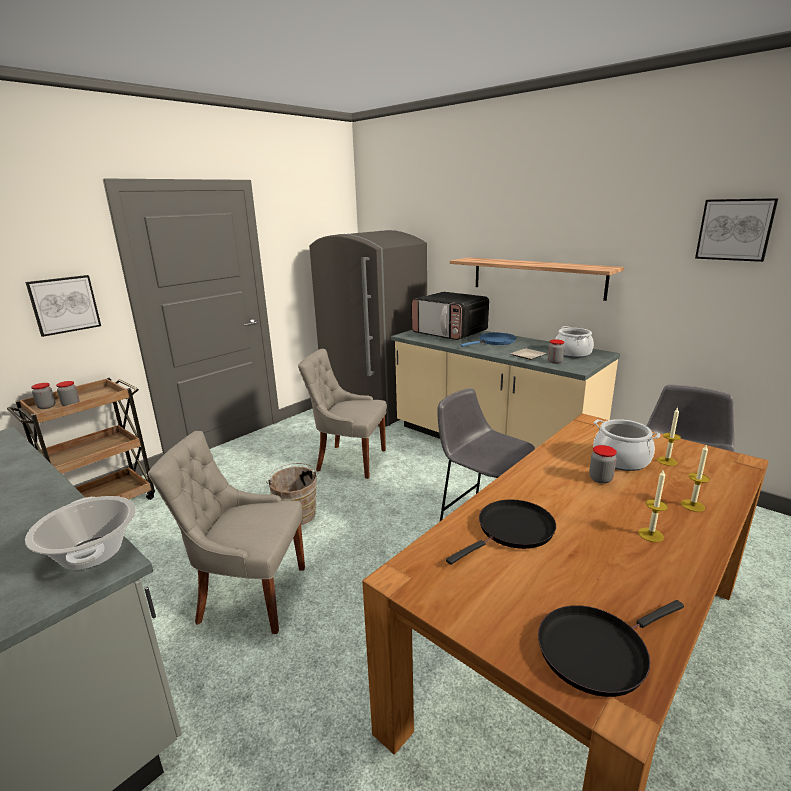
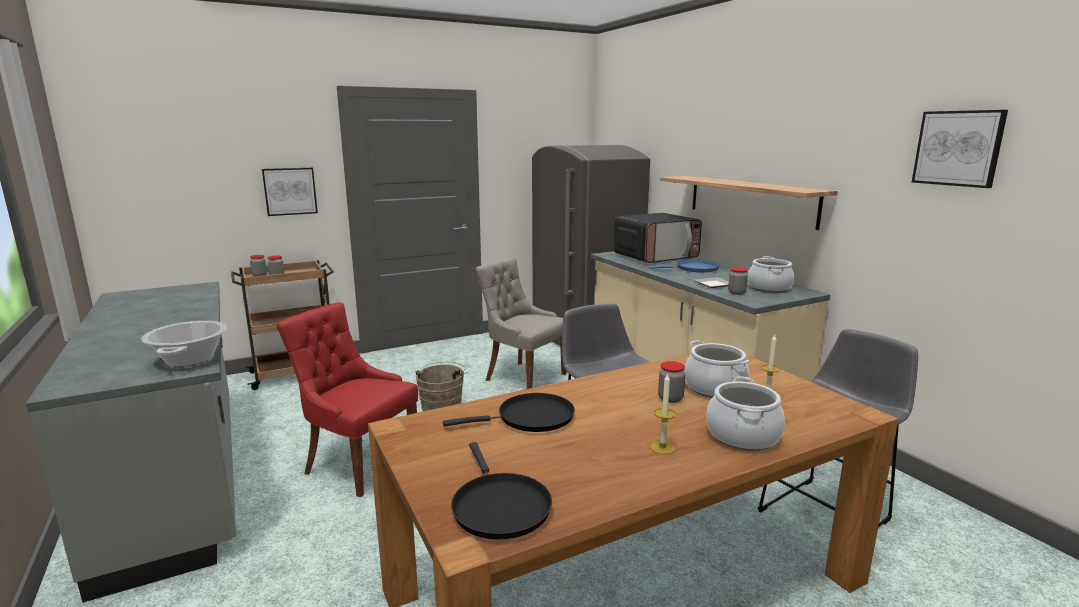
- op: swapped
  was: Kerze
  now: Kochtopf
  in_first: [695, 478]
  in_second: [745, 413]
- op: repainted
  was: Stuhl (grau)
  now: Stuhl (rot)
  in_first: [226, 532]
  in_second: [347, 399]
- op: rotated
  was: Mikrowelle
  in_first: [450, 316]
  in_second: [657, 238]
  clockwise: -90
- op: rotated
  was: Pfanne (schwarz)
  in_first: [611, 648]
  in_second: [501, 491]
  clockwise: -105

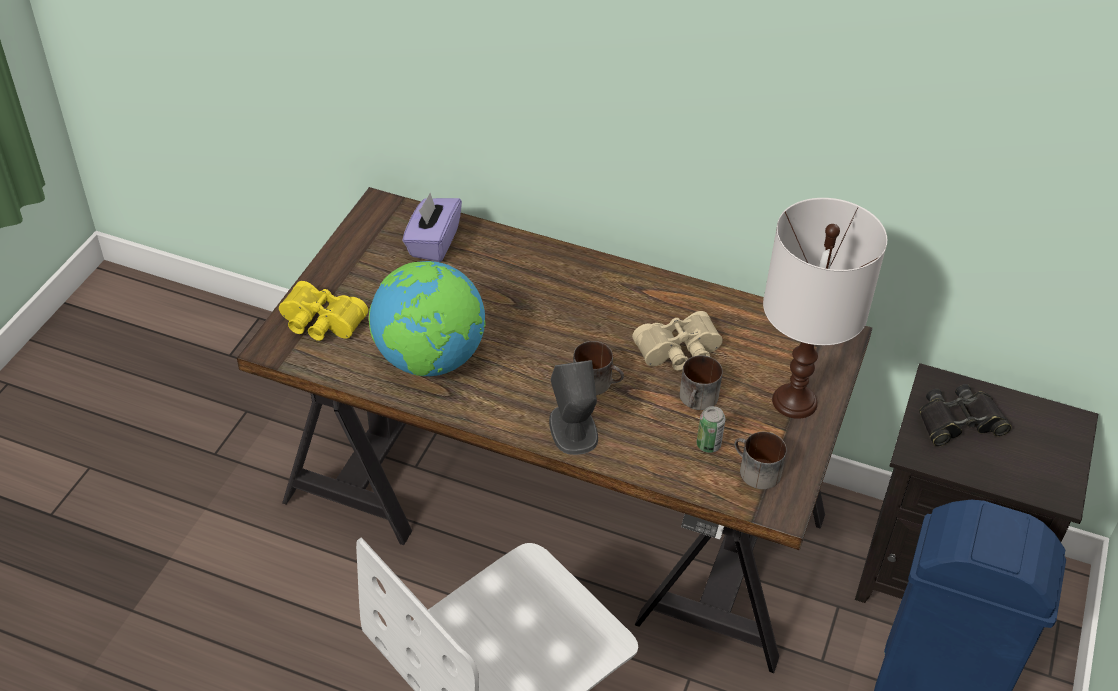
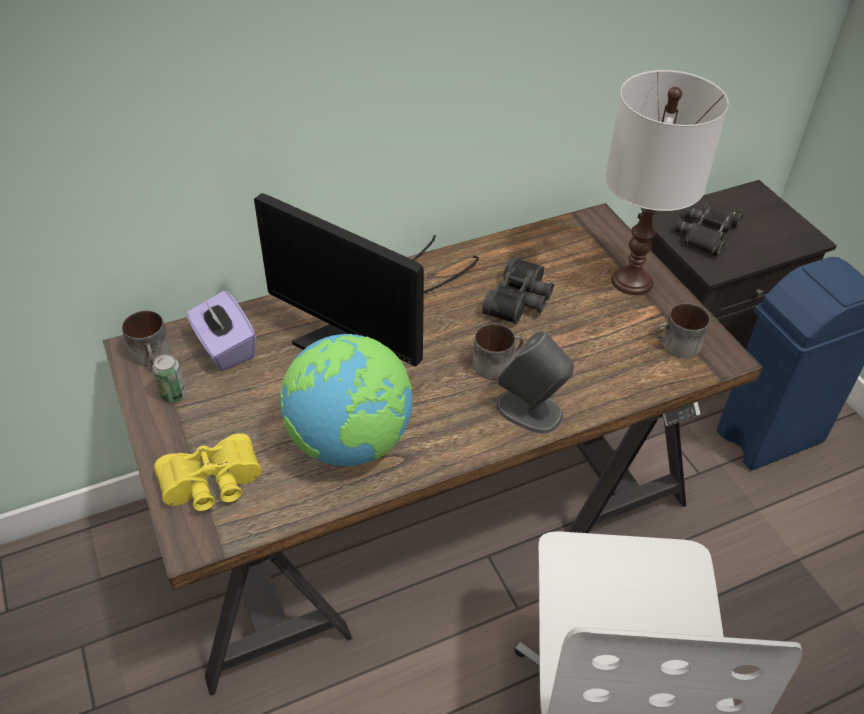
- op: new
  now: Monitor
  in_second: [366, 280]
- op: shifted
  was: Henkelbecher
  in_first: [701, 382]
  in_second: [146, 338]
- op: shifted
  was: Dose
  in_first: [710, 429]
  in_second: [169, 378]
- op: repainted
  was: Fernglas (beige)
  now: Fernglas (schwarz)
  in_first: [677, 341]
  in_second: [518, 290]

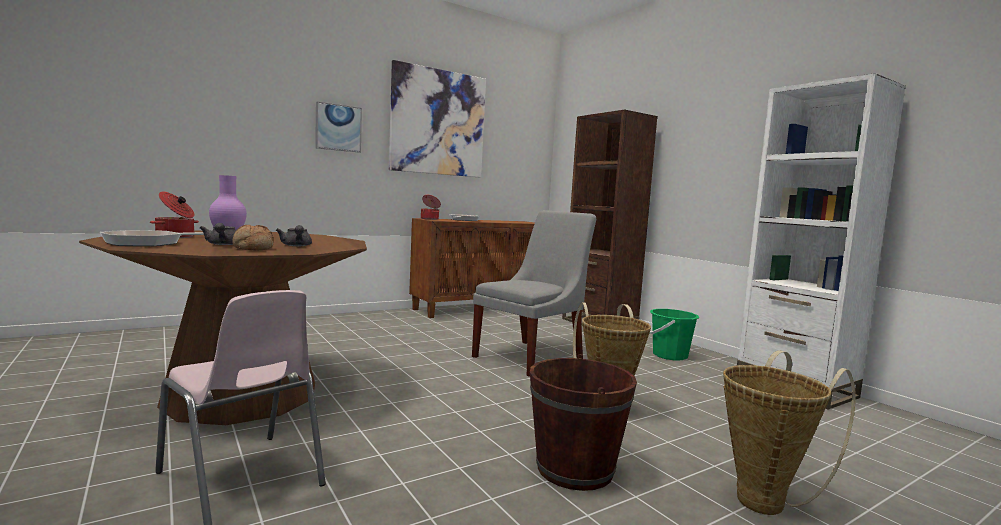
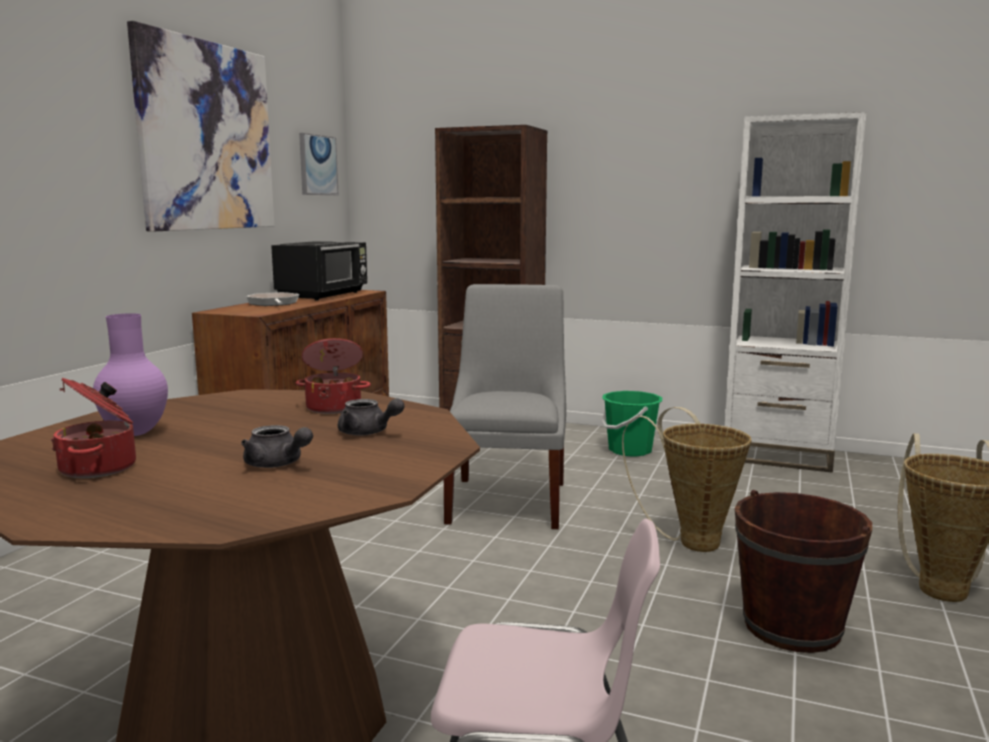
- op: gone
  was: Pfanne
  in_first: [152, 238]
- op: gone
  was: Brot
  in_first: [253, 237]
- op: new
  now: Mikrowelle (schwarz)
  in_second: [319, 271]
- op: shifted
  was: Bild
  in_first: [338, 127]
  in_second: [318, 164]
- op: shifted
  was: Kochtopf
  in_first: [431, 207]
  in_second: [333, 376]

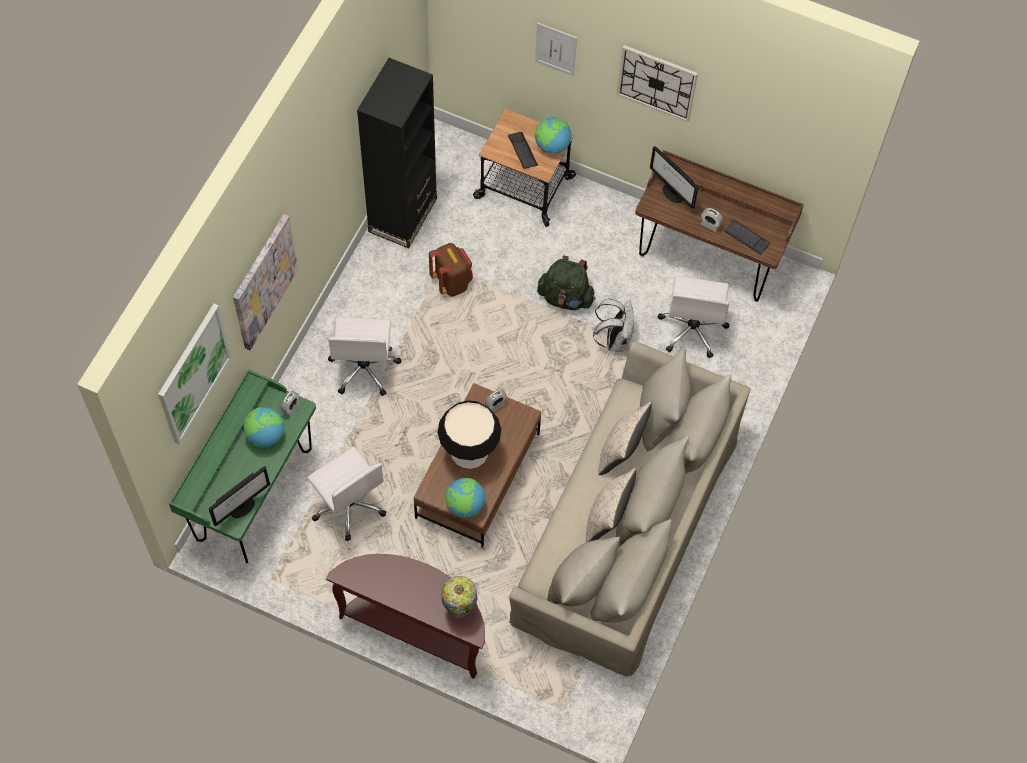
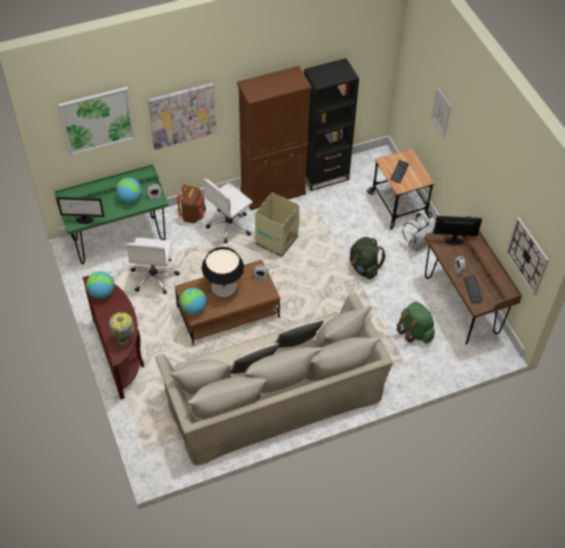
- op: new
  now: Schrank (braun)
  in_second: [274, 138]
- op: new
  now: Karton
  in_second: [277, 224]
- op: shifted
  was: Rucksack (braun)
  in_first: [451, 270]
  in_second: [191, 203]
- op: shifted
  was: Globus
  in_first: [553, 135]
  in_second: [100, 285]
- op: shifted
  was: Rucksack (weiß)
  in_first: [613, 325]
  in_second: [419, 231]
- op: shifted
  was: Wanduhr
  in_first: [657, 83]
  in_second: [527, 256]
- op: swapped
  was: Bürostuhl (weiß)
  now: Rucksack (grün)
  in_first: [693, 317]
  in_second: [416, 322]
- op: rotated
  was: Monitor
  in_first: [674, 177]
  in_second: [457, 230]
  clockwise: 90

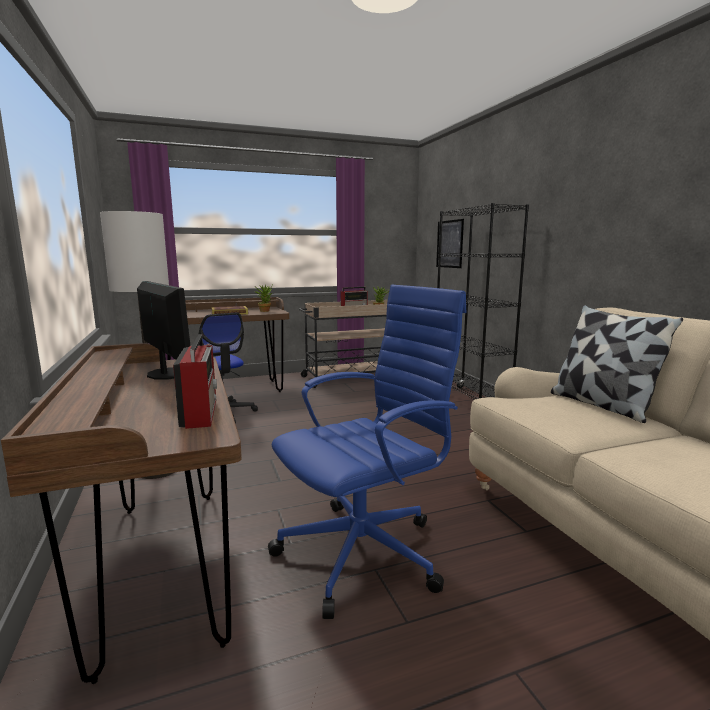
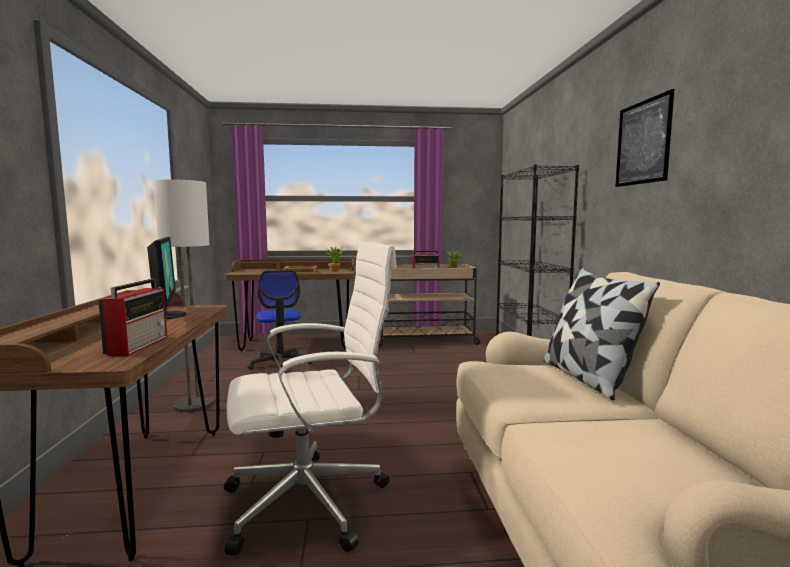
- op: shifted
  was: Bild
  in_first: [450, 243]
  in_second: [644, 138]
- op: repainted
  was: Bürostuhl (blau)
  now: Bürostuhl (weiß)
  in_first: [367, 452]
  in_second: [310, 399]

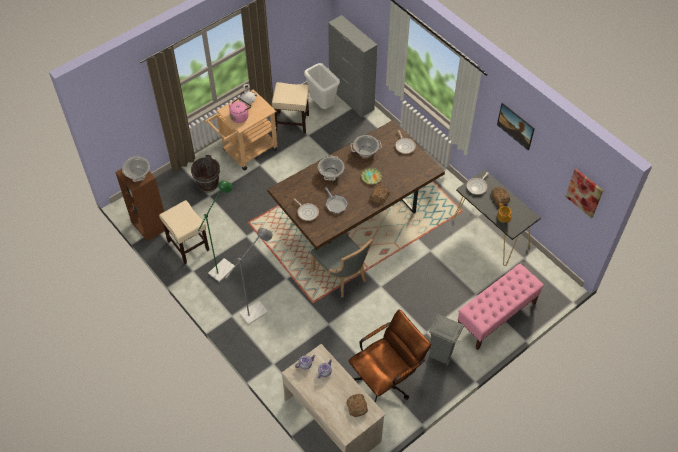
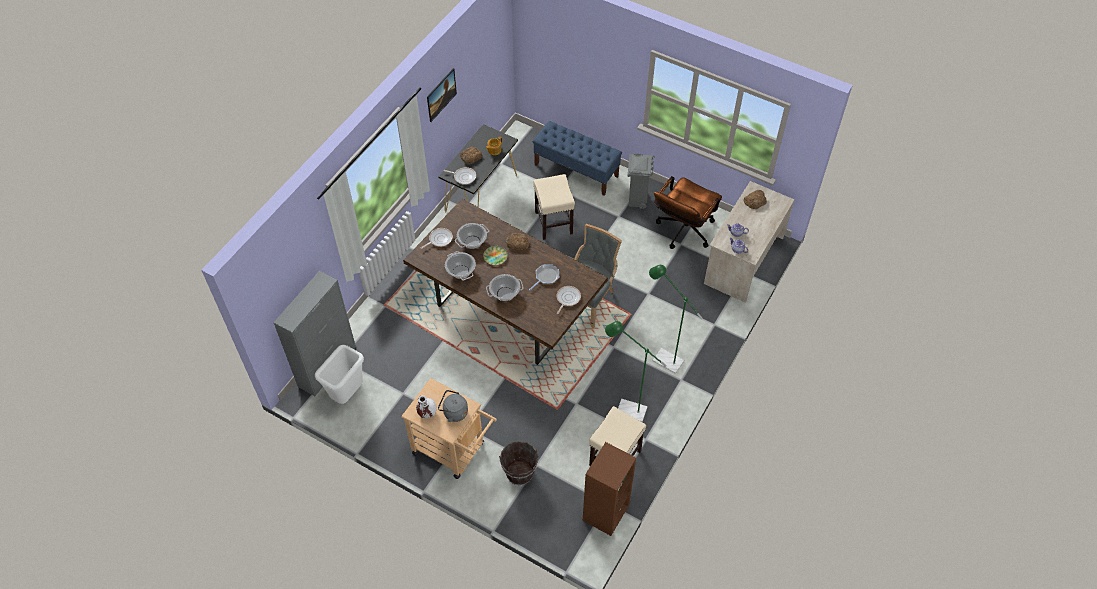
- op: gone
  was: Bild
  in_first: [584, 193]
- op: shifted
  was: Kochtopf
  in_first: [136, 169]
  in_second: [472, 236]
- op: shifted
  was: Hocker (beige)
  in_first: [290, 108]
  in_second: [554, 207]
- op: repainted
  was: Stehlampe (grau)
  now: Stehlampe (grün)
  in_first: [248, 276]
  in_second: [675, 319]
- op: repainted
  was: Wasserkessel (rosa)
  now: Wasserkessel (grau)
  in_first: [239, 110]
  in_second: [453, 406]
- op: repainted
  was: Bank (rosa)
  now: Bank (blau)
  in_first: [501, 307]
  in_second: [577, 158]
- op: rotated
  was: Bürostuhl (braun)
  in_first: [390, 356]
  in_second: [688, 212]
  clockwise: -90

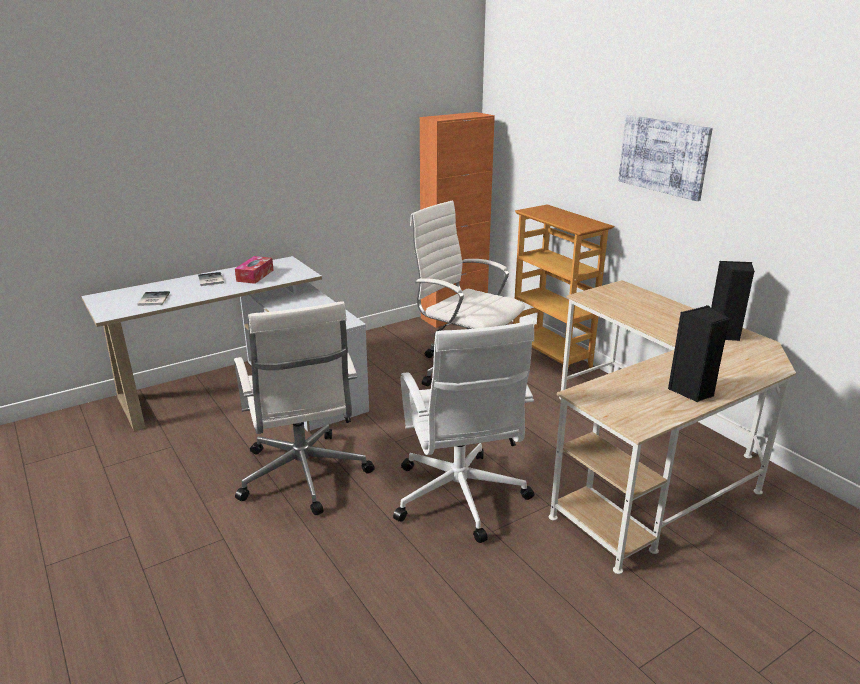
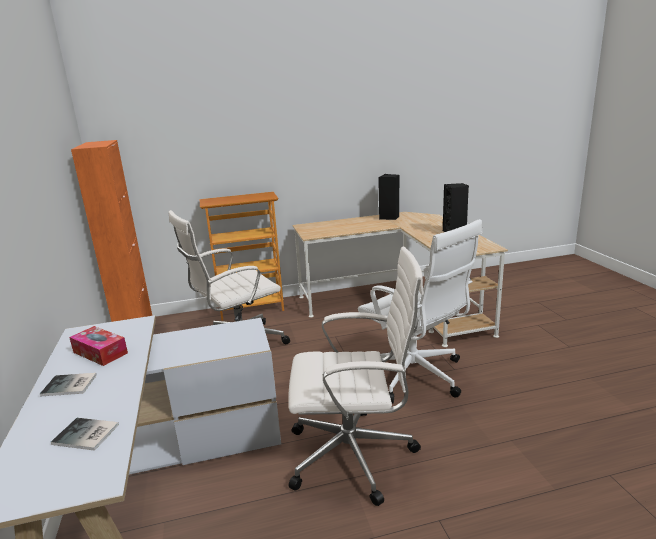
- op: gone
  was: Bild
  in_first: [665, 158]
- op: rotated
  was: Bürostuhl (weiß)
  in_first: [463, 432]
  in_second: [420, 311]
  clockwise: 45

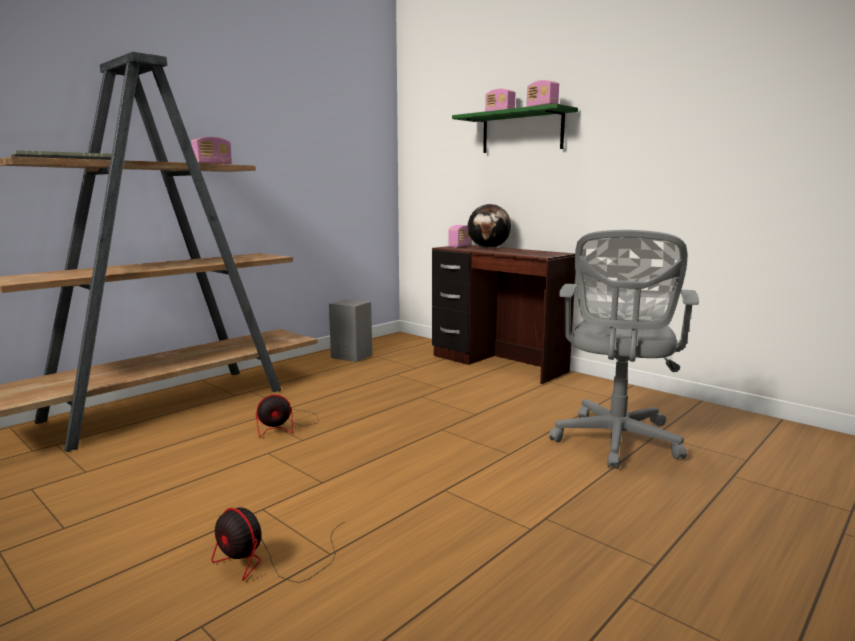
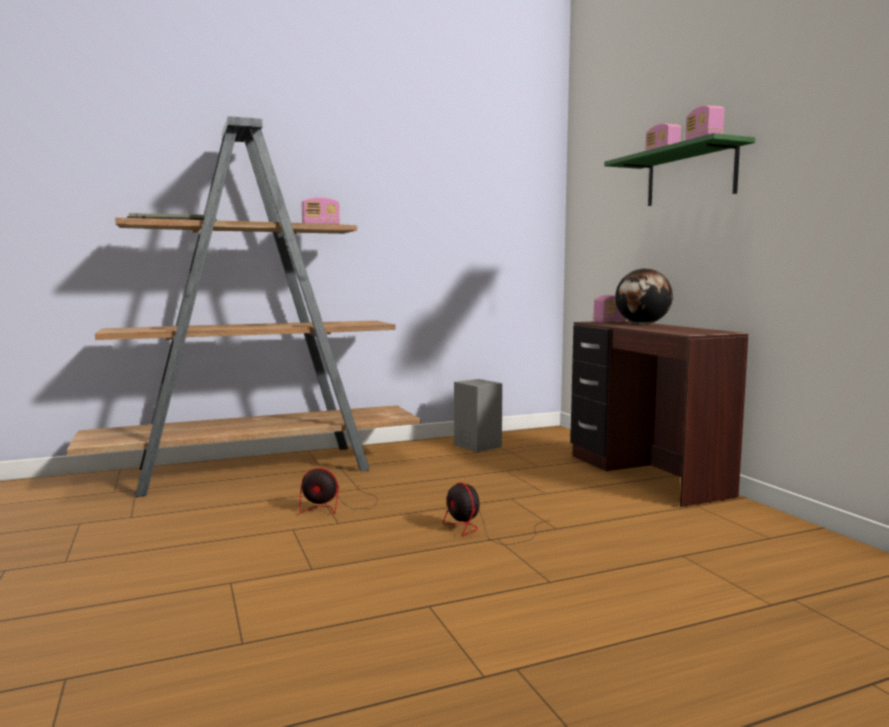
- op: gone
  was: Bürostuhl (grau)
  in_first: [624, 349]
- op: shifted
  was: Ventilator
  in_first: [278, 545]
  in_second: [496, 513]

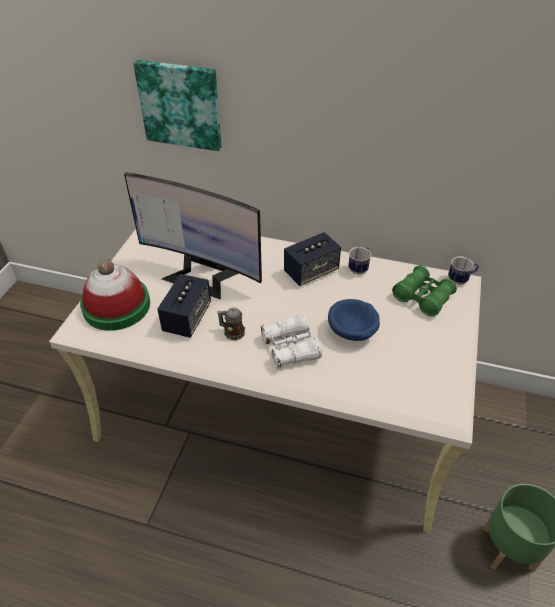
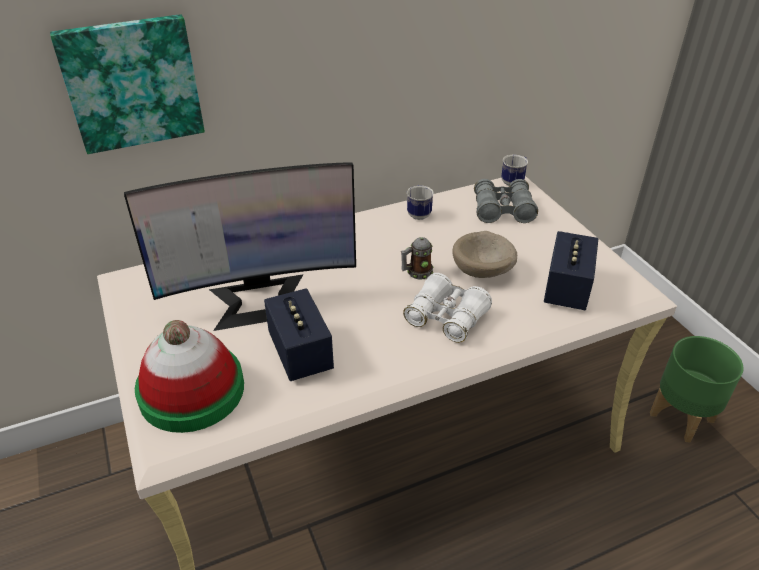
- op: shifted
  was: Henkelbecher
  in_first: [231, 323]
  in_second: [417, 258]
- op: shifted
  was: Lautsprecher
  in_first: [312, 259]
  in_second: [571, 270]
- op: repainted
  was: Schüssel (blau)
  now: Schüssel (beige)
  in_first: [354, 320]
  in_second: [484, 254]
- op: repainted
  was: Fernglas (grün)
  now: Fernglas (grau)
  in_first: [424, 291]
  in_second: [506, 201]

